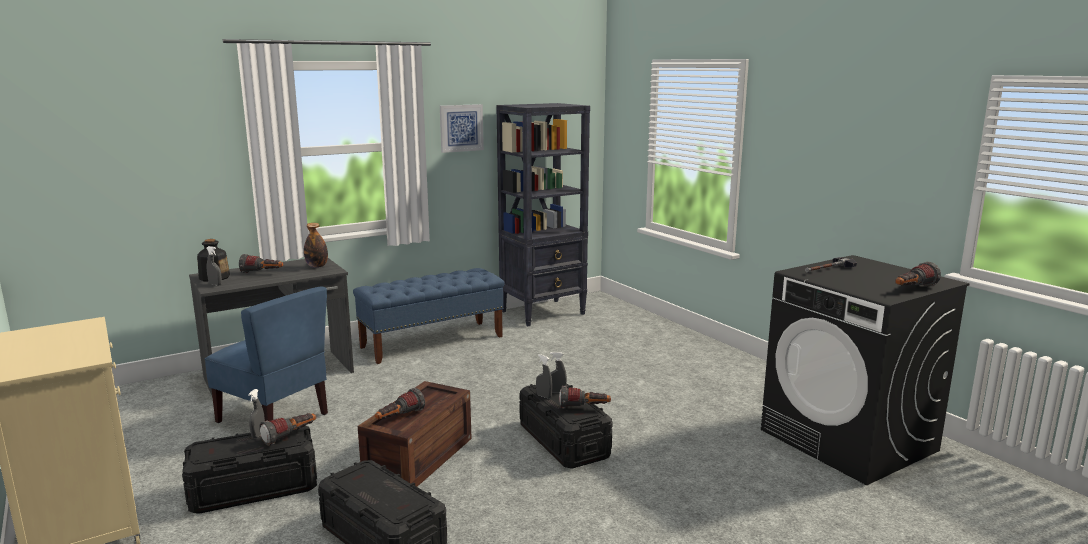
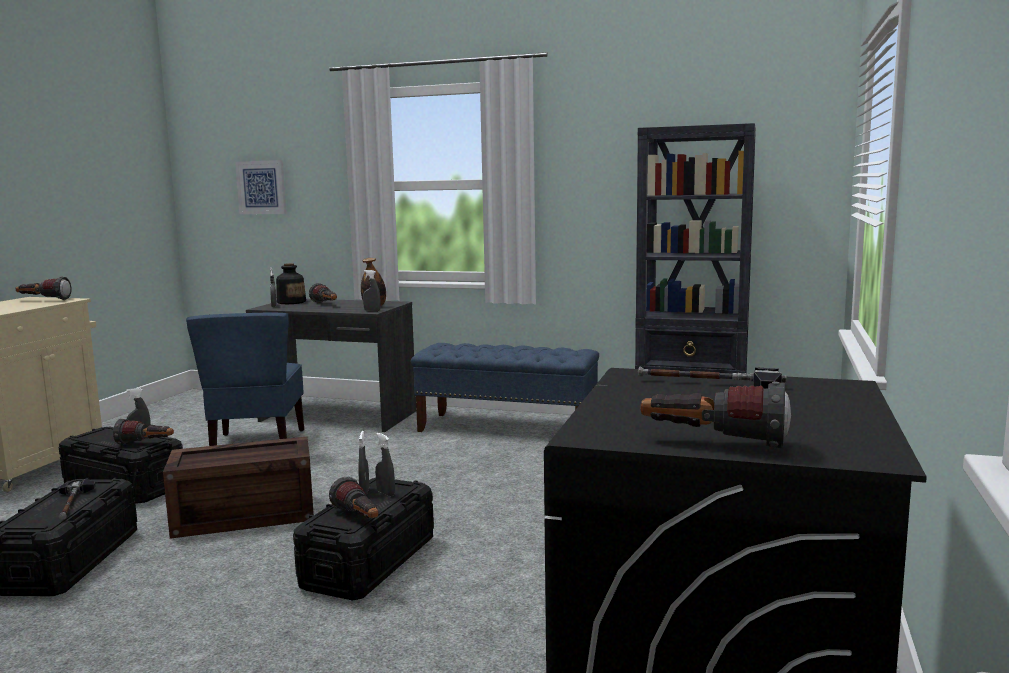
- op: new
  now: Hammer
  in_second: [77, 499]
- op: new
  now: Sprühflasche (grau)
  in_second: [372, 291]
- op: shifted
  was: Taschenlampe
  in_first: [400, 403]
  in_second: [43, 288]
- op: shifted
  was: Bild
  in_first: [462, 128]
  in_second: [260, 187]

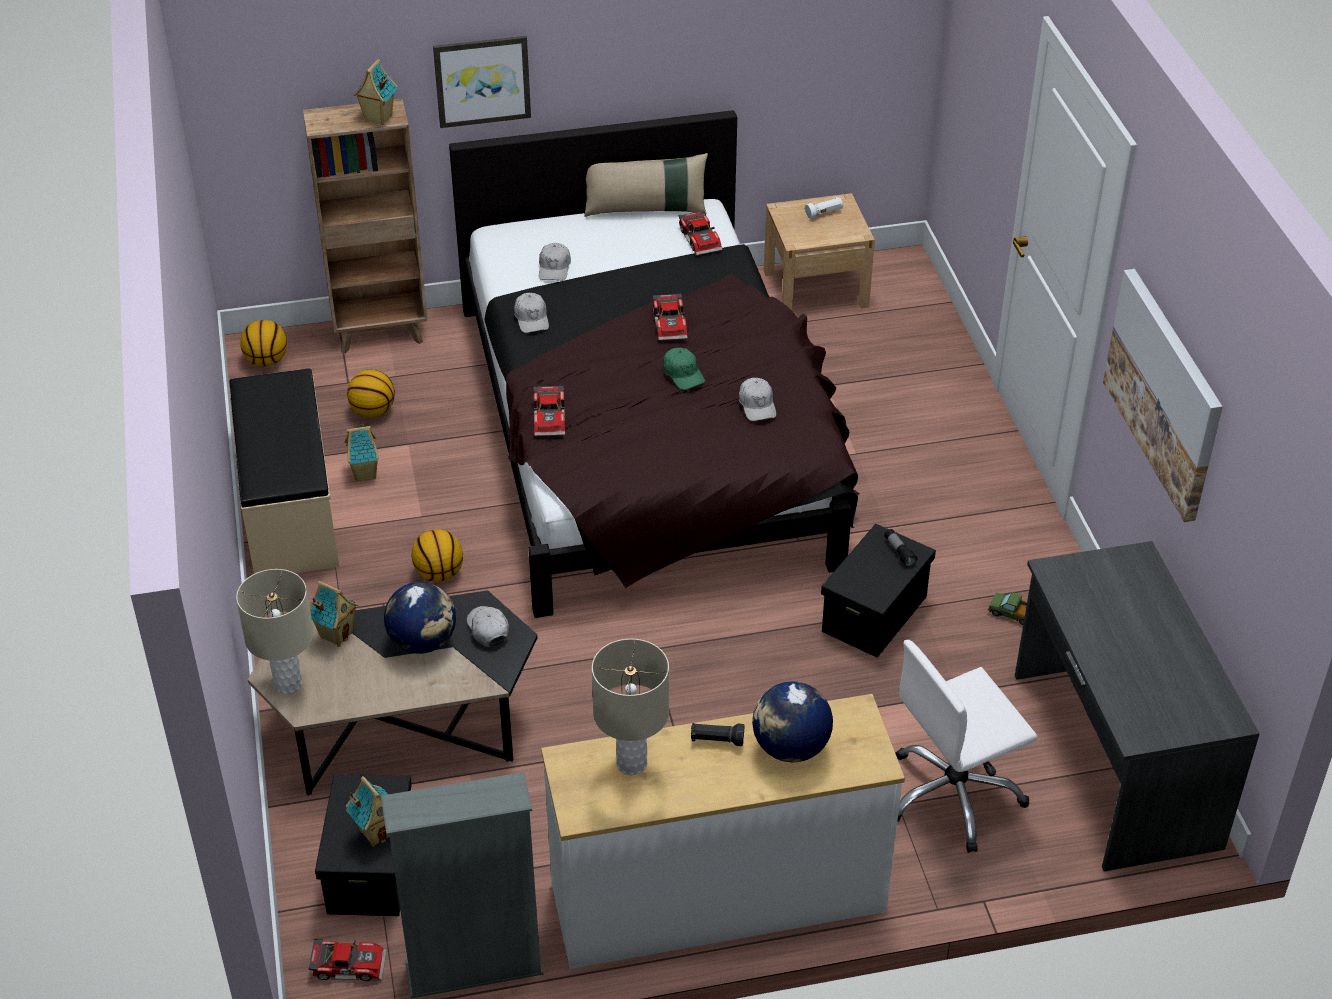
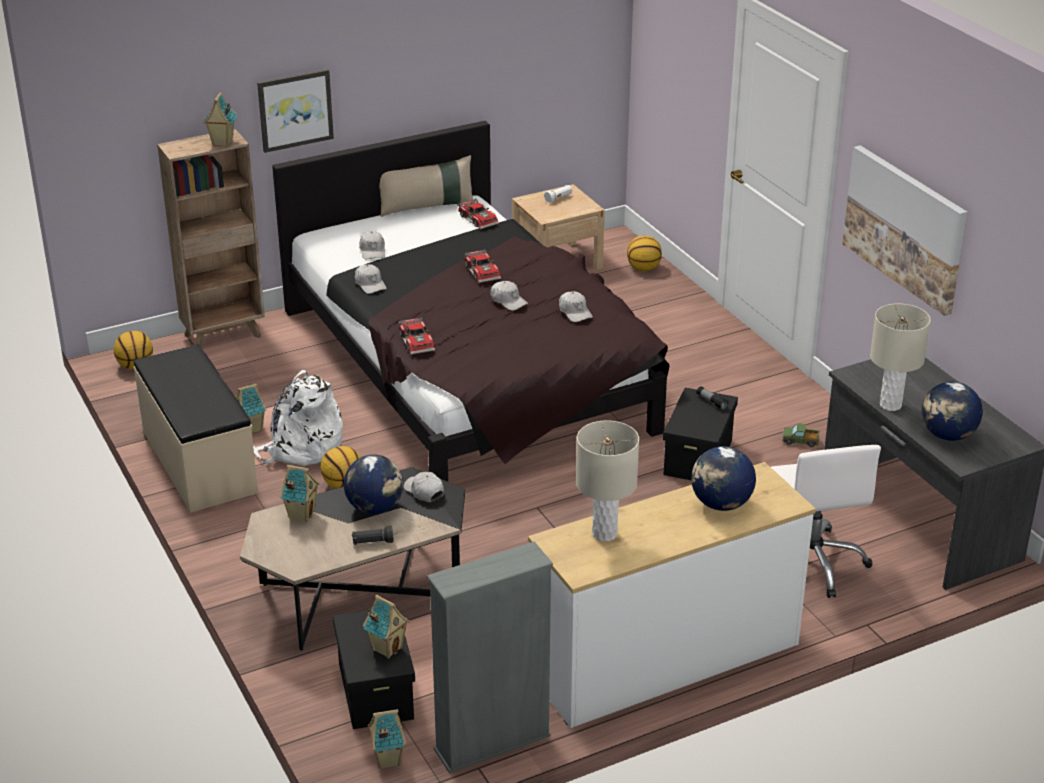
- op: new
  now: Rucksack (weiß)
  in_second: [298, 418]
- op: new
  now: Globus
  in_second: [952, 411]
- op: shifted
  was: Tischlampe (beige)
  in_first: [275, 631]
  in_second: [900, 357]
- op: shifted
  was: Basketball
  in_first: [371, 394]
  in_second: [644, 253]
- op: shifted
  was: Taschenlampe (schwarz)
  in_first: [717, 734]
  in_second: [373, 535]
- op: swapped
  was: Spielzeugauto
  now: Spielzeughaus
  in_first: [347, 959]
  in_second: [387, 739]
- op: repainted
  was: Kappe (grün)
  now: Kappe (weiß)
  in_first: [684, 369]
  in_second: [509, 296]
- op: rotated
  was: Bürostuhl (weiß)
  in_first: [966, 746]
  in_second: [826, 521]
  clockwise: -60

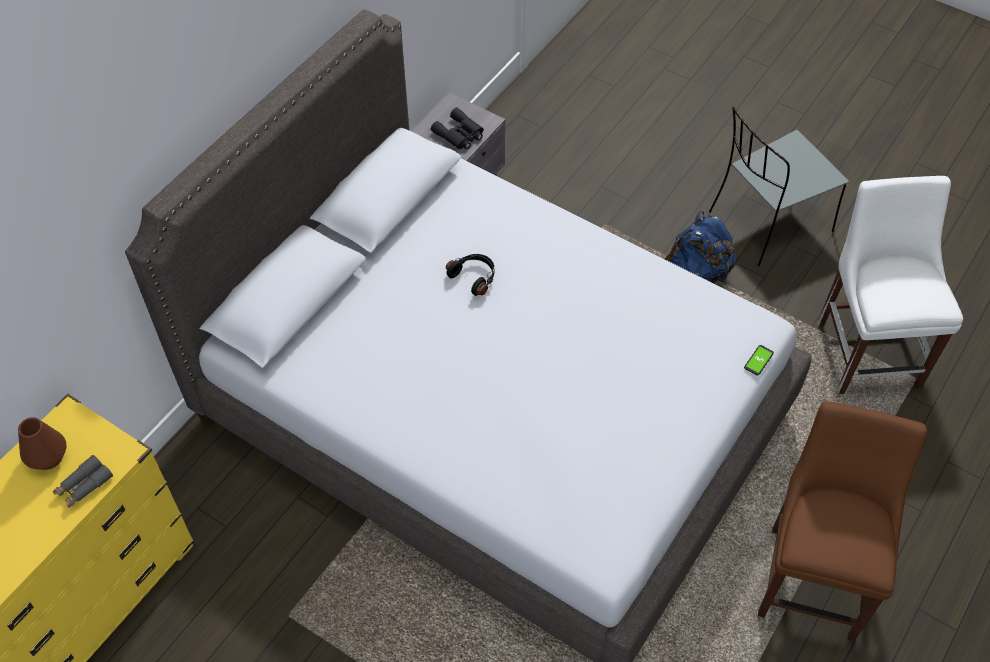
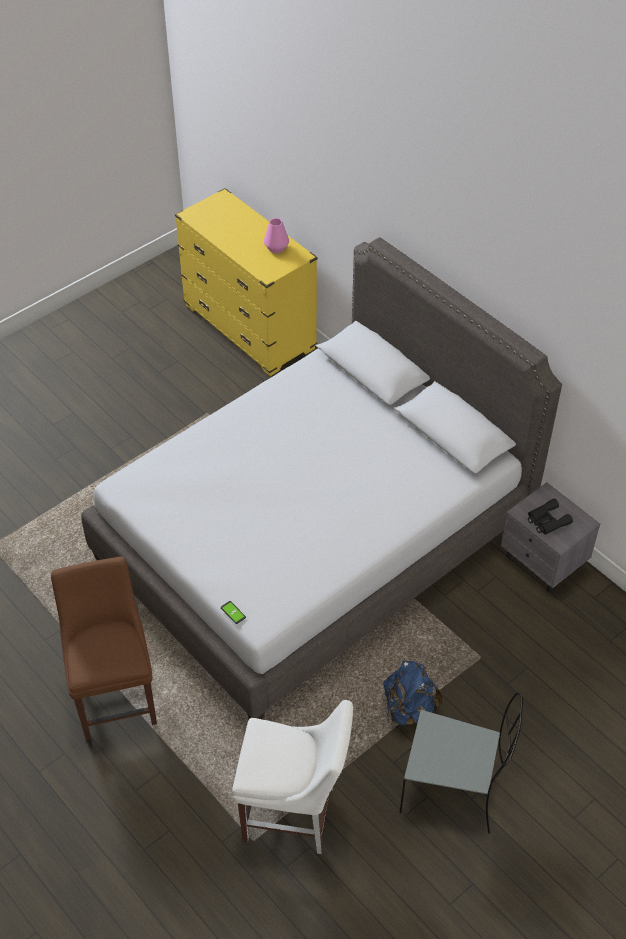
- op: gone
  was: Fernglas (grau)
  in_first: [82, 481]
- op: gone
  was: Kopfhörer (schwarz)
  in_first: [470, 275]
- op: repainted
  was: Vase (braun)
  now: Vase (rosa)
  in_first: [42, 443]
  in_second: [276, 235]
- op: rotated
  was: Stuhl (grau)
  in_first: [779, 187]
  in_second: [461, 763]
  clockwise: 120
- op: rotated
  was: Stuhl (braun)
  in_first: [842, 521]
  in_second: [104, 648]
  clockwise: -135

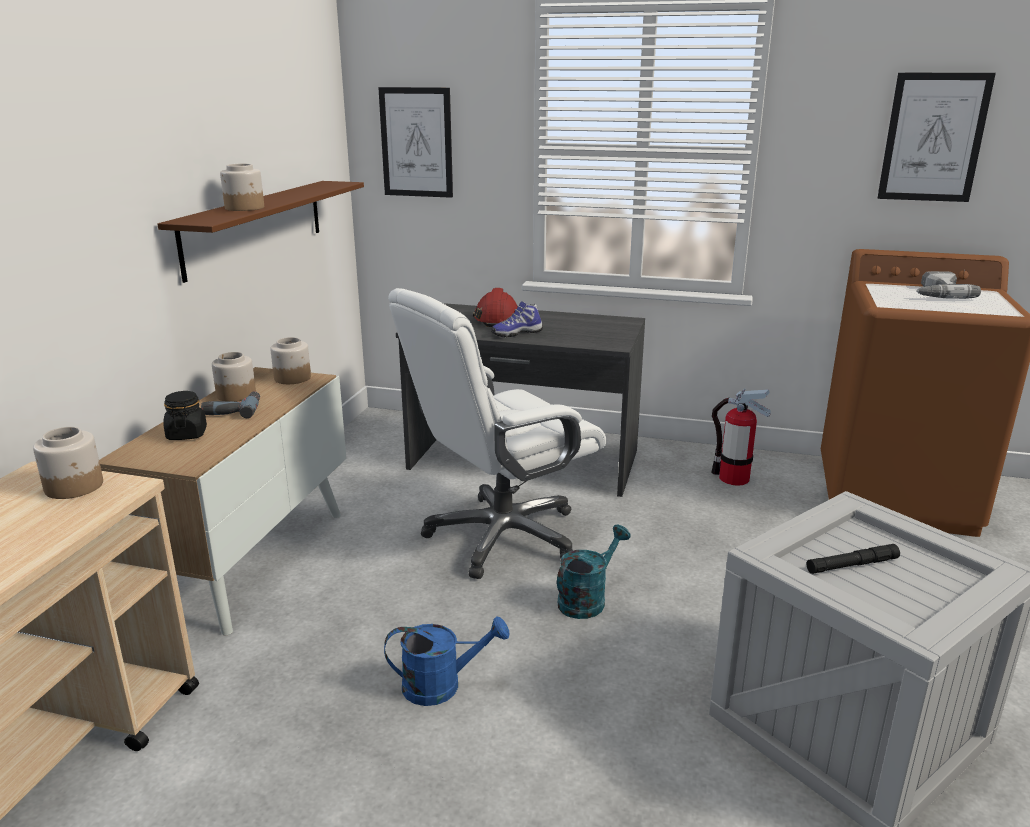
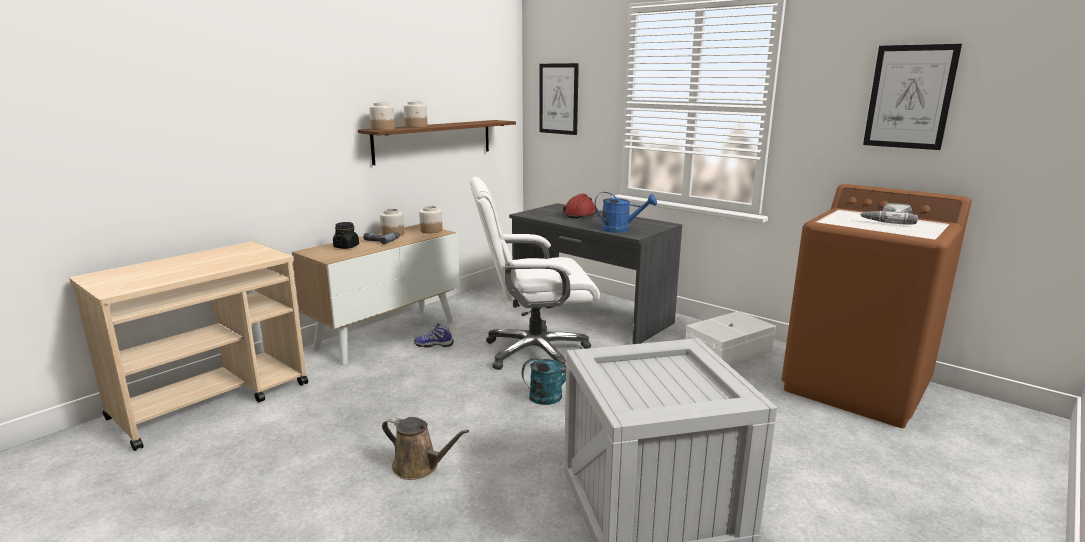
- op: gone
  was: Taschenlampe (schwarz)
  in_first: [853, 559]
- op: new
  now: Gießkanne (braun)
  in_second: [425, 448]
- op: shifted
  was: Vorratsglas
  in_first: [68, 463]
  in_second: [382, 116]
- op: shifted
  was: Gießkanne (blau)
  in_first: [446, 661]
  in_second: [626, 212]
- op: shifted
  was: Schuh
  in_first: [517, 319]
  in_second: [434, 336]
- op: swapped
  was: Feuerlöscher
  now: Aufbewahrungsbox (weiß)
  in_first: [741, 437]
  in_second: [731, 338]

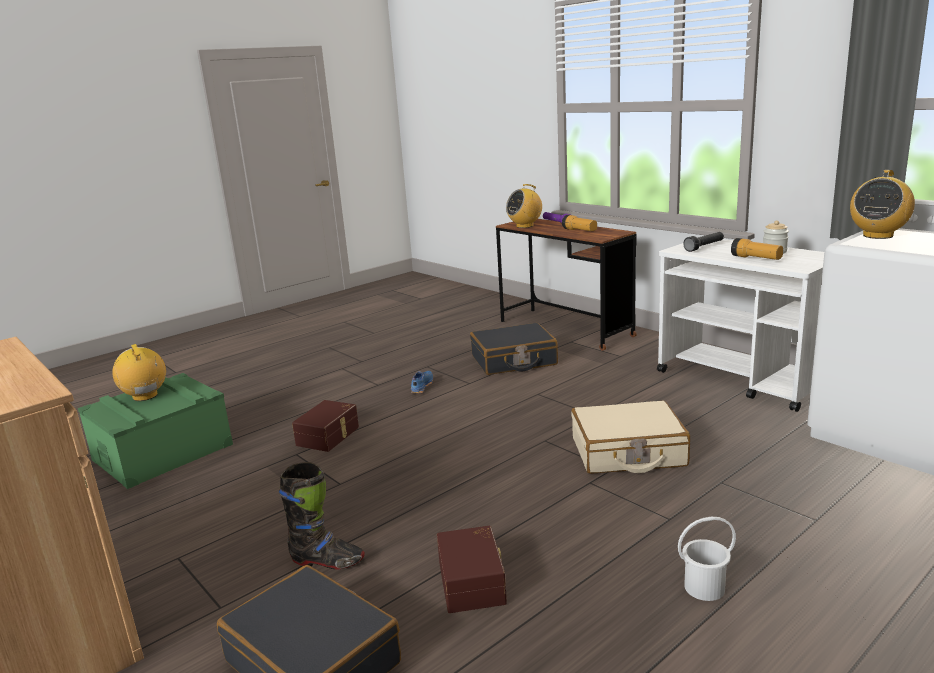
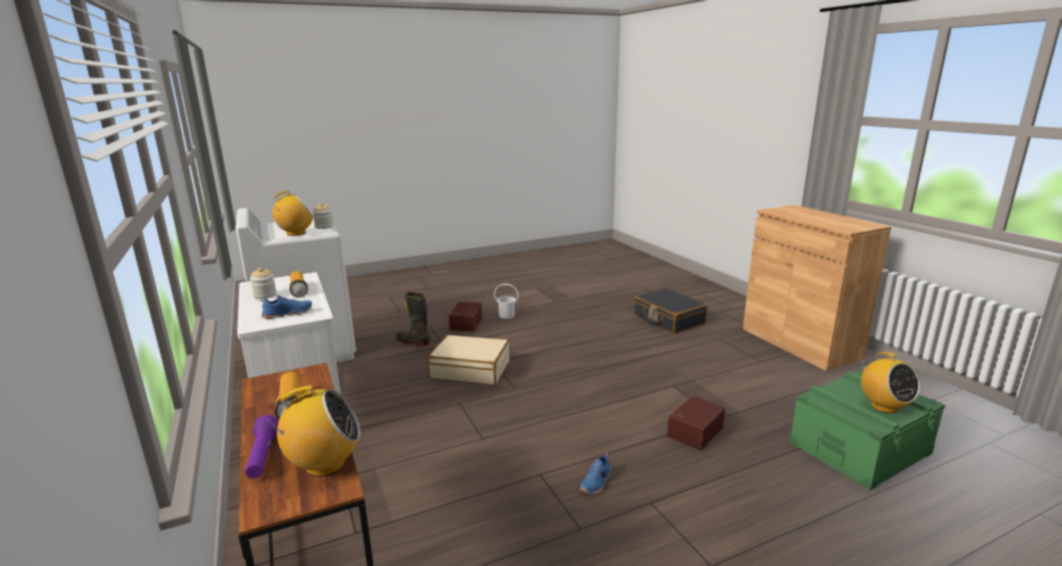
- op: gone
  was: Koffer (schwarz)
  in_first: [514, 349]
- op: new
  now: Vorratsglas
  in_second: [323, 216]
- op: shifted
  was: Stiefel (schwarz)
  in_first: [322, 516]
  in_second: [413, 319]
- op: shifted
  was: Aufbewahrungsbox (braun)
  in_first: [472, 569]
  in_second: [465, 317]
- op: swapped
  was: Taschenlampe (schwarz)
  now: Schuh (blau)
  in_first: [703, 242]
  in_second: [286, 307]

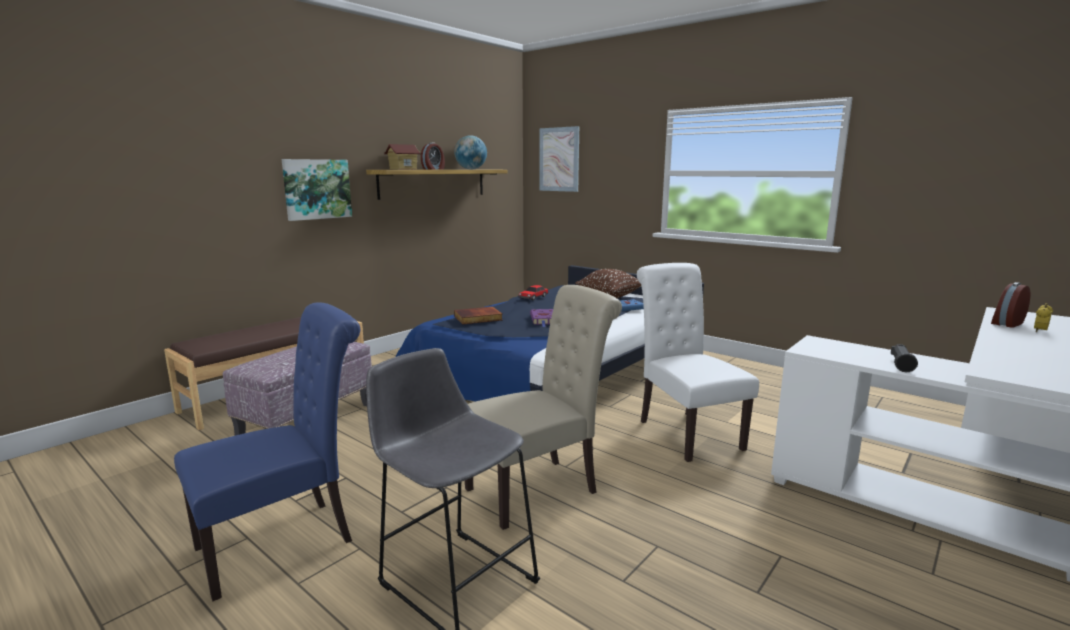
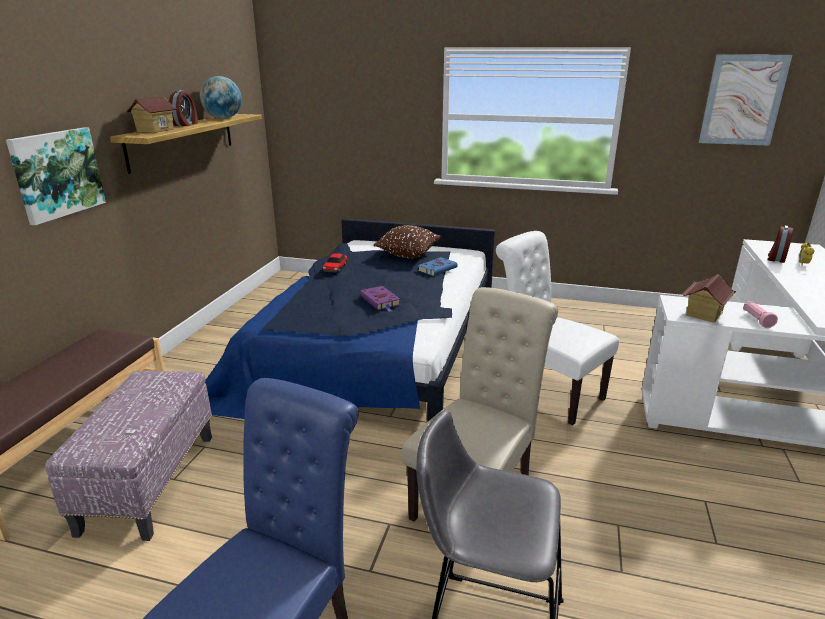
- op: gone
  was: Buch
  in_first: [478, 315]
- op: new
  now: Spielzeughaus
  in_second: [709, 298]
- op: shifted
  was: Bild
  in_first: [559, 159]
  in_second: [745, 100]
- op: repainted
  was: Taschenlampe (schwarz)
  now: Taschenlampe (rosa)
  in_first: [904, 358]
  in_second: [760, 314]

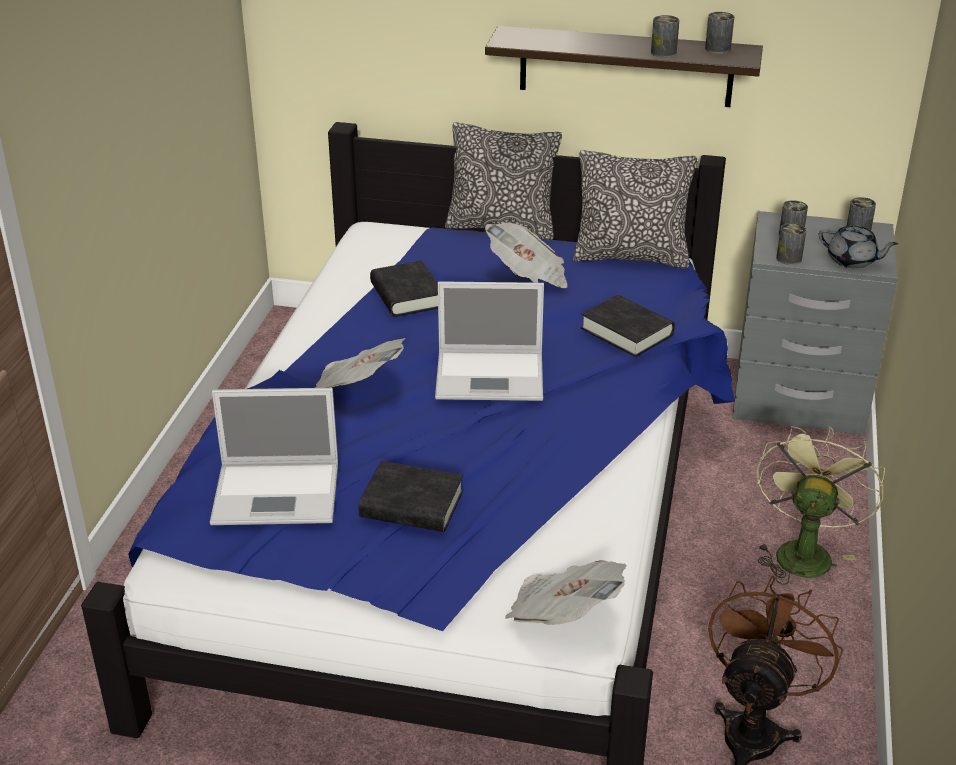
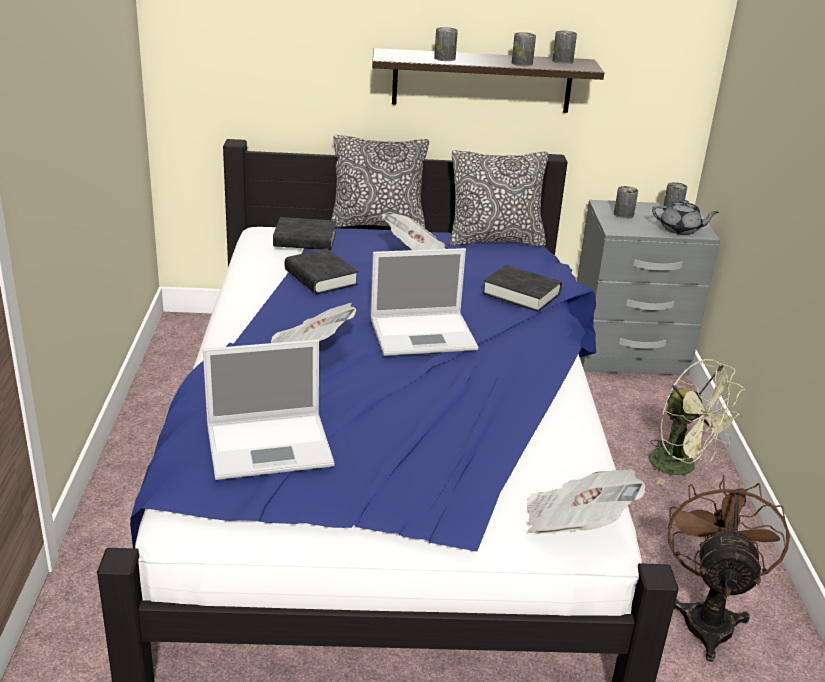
- op: shifted
  was: Buch (schwarz)
  in_first: [410, 496]
  in_second: [304, 233]
- op: shifted
  was: Dose
  in_first: [791, 244]
  in_second: [446, 44]
- op: rotated
  was: Ventilator (grün)
  in_first: [820, 505]
  in_second: [697, 422]
  clockwise: 135

